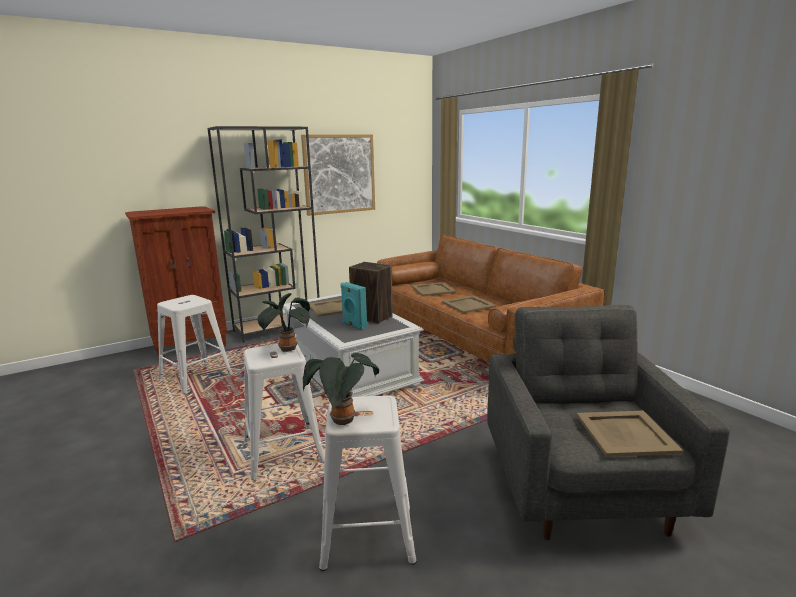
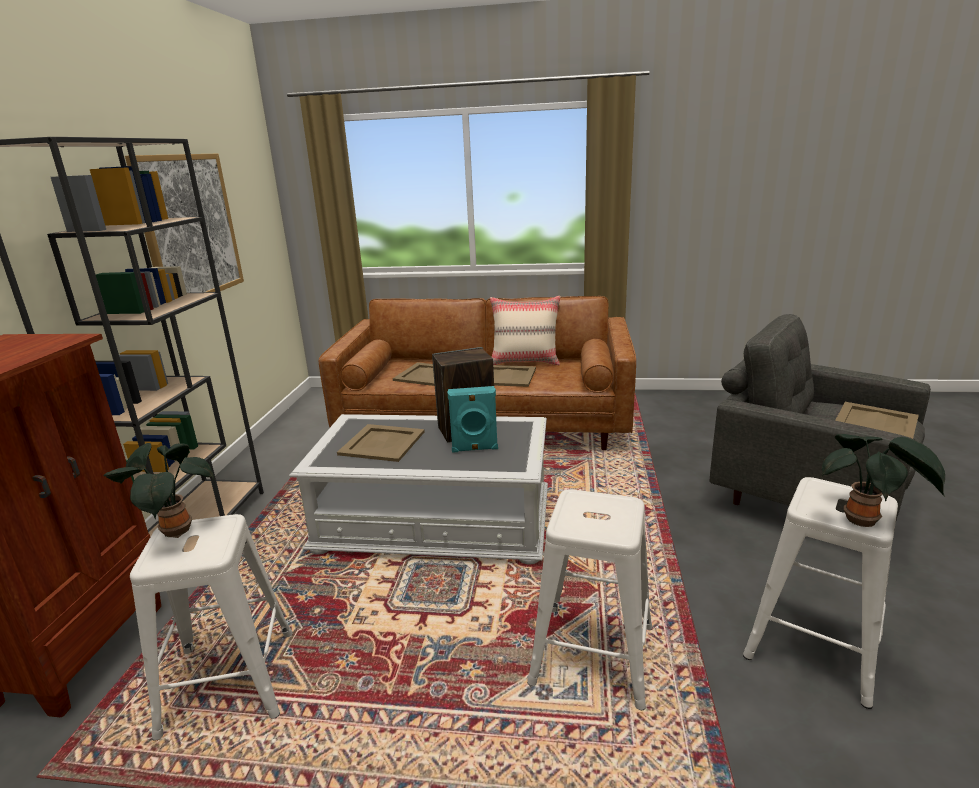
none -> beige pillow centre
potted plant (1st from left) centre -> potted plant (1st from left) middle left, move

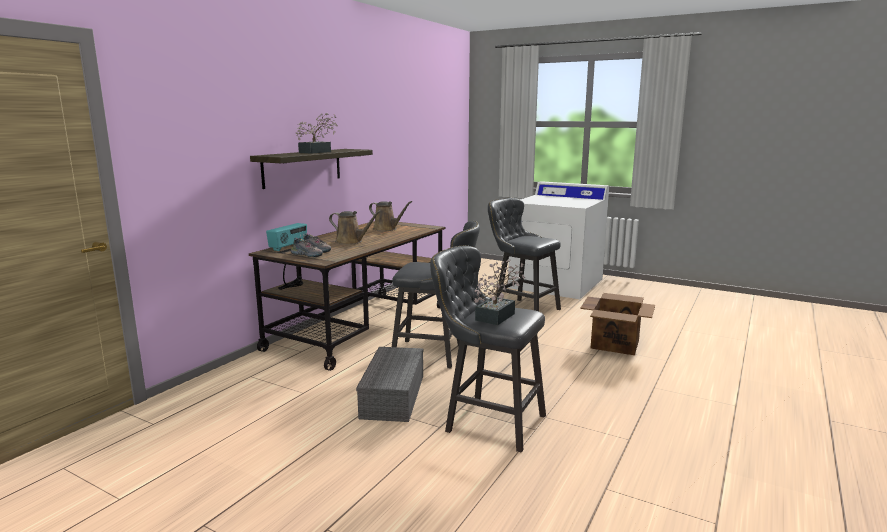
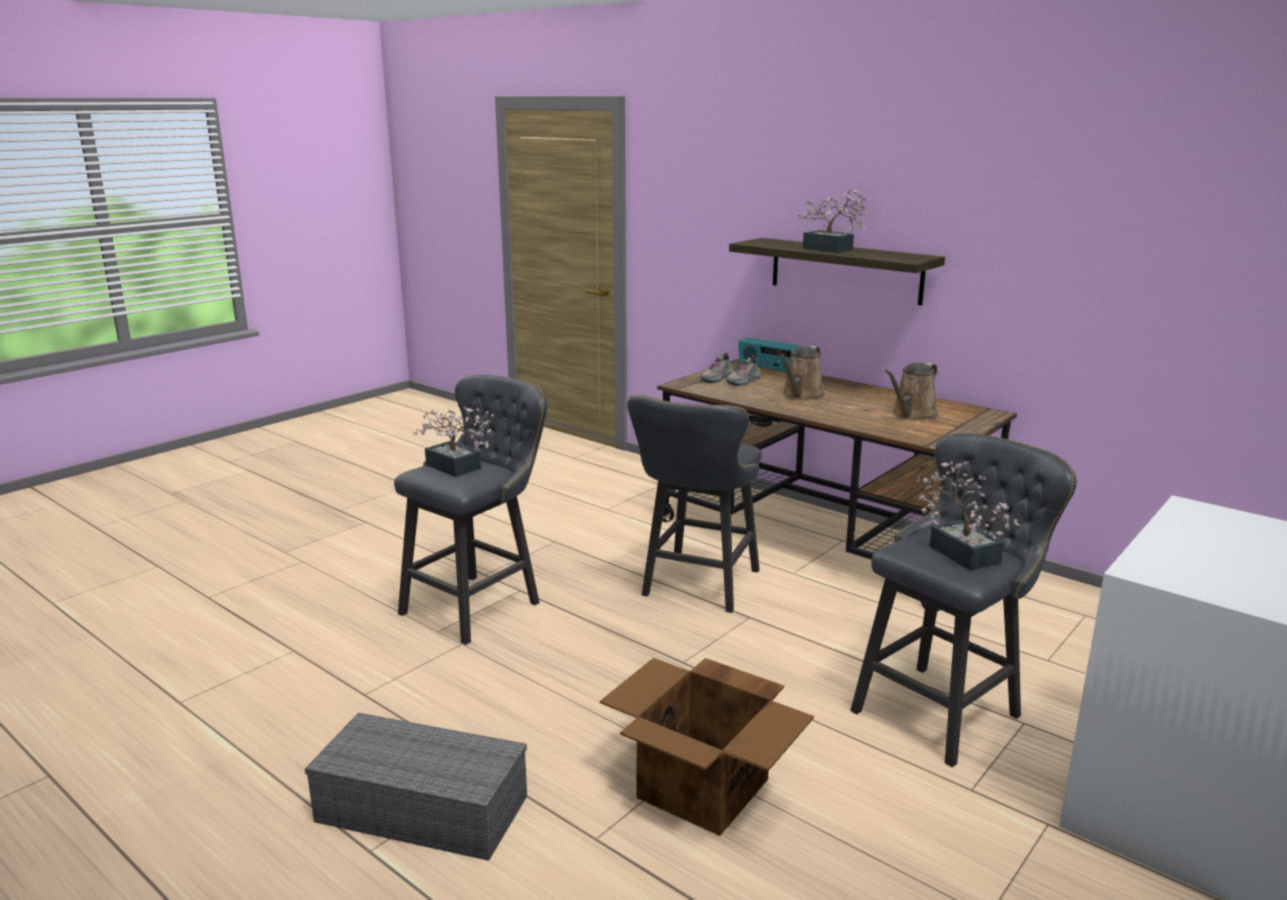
none -> potted plant (3rd from left) middle right
grey storage box bottom centre -> grey storage box bottom left, move

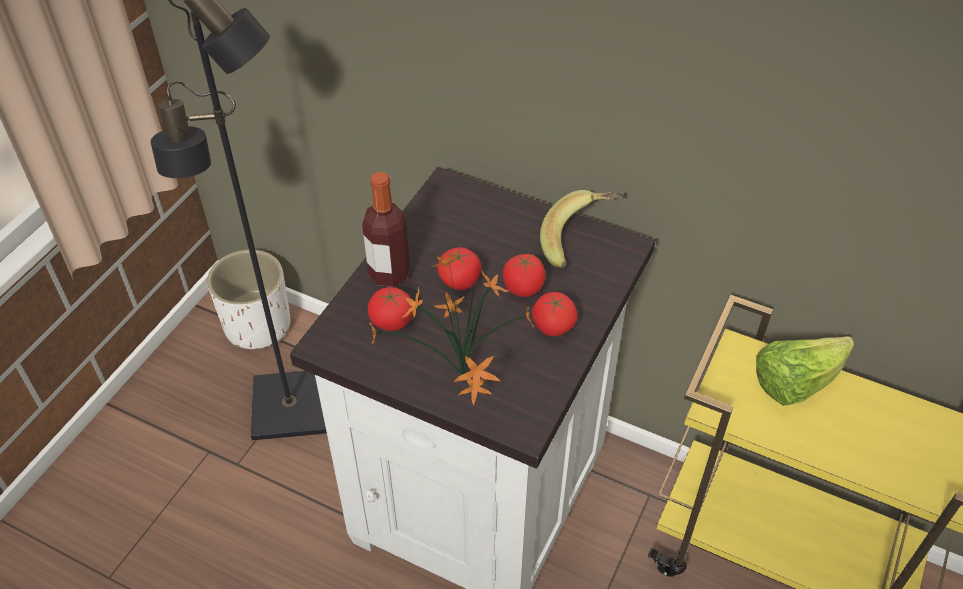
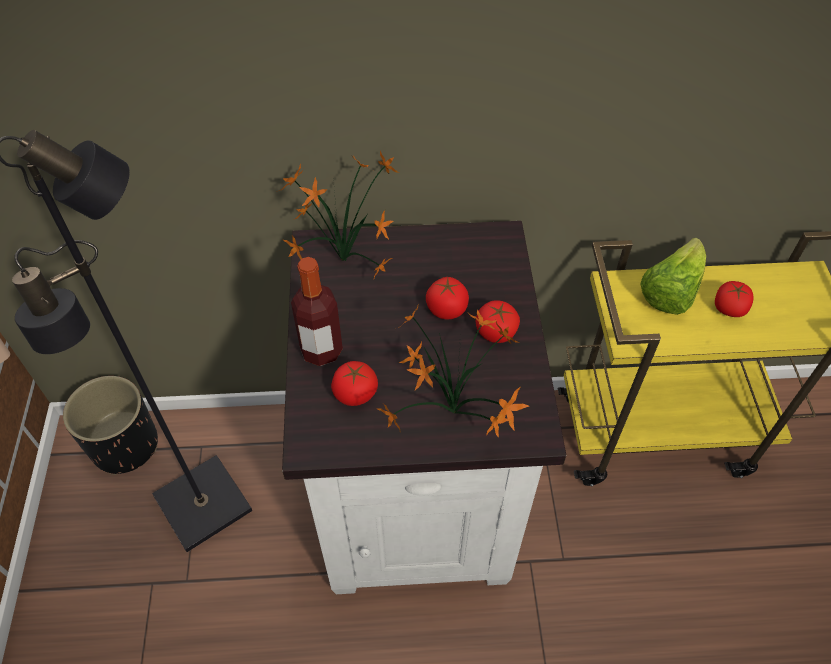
banana centre -> none
none -> potted plant (1st from left) top centre
tomato (2nd from left in the first image) centre -> tomato (4th from left) middle right, move
white planter middle left -> black planter middle left

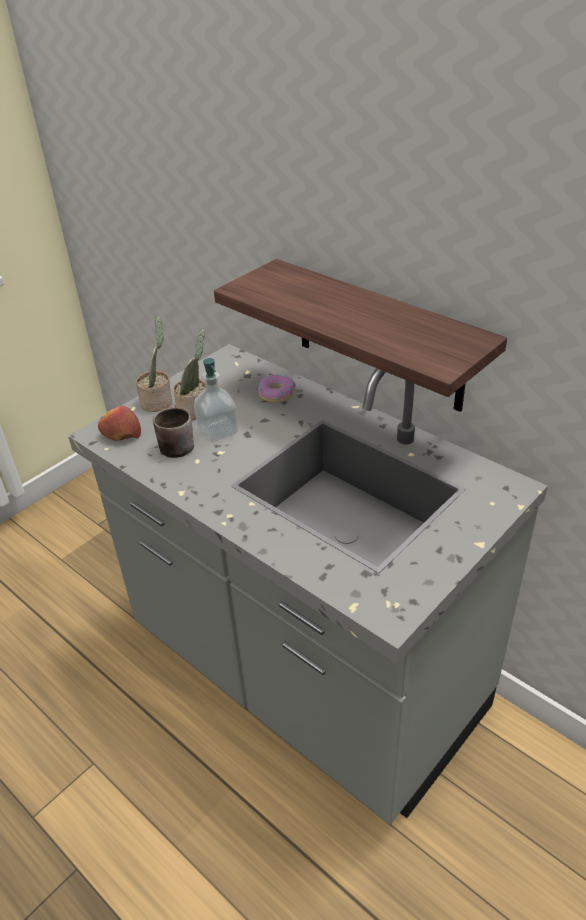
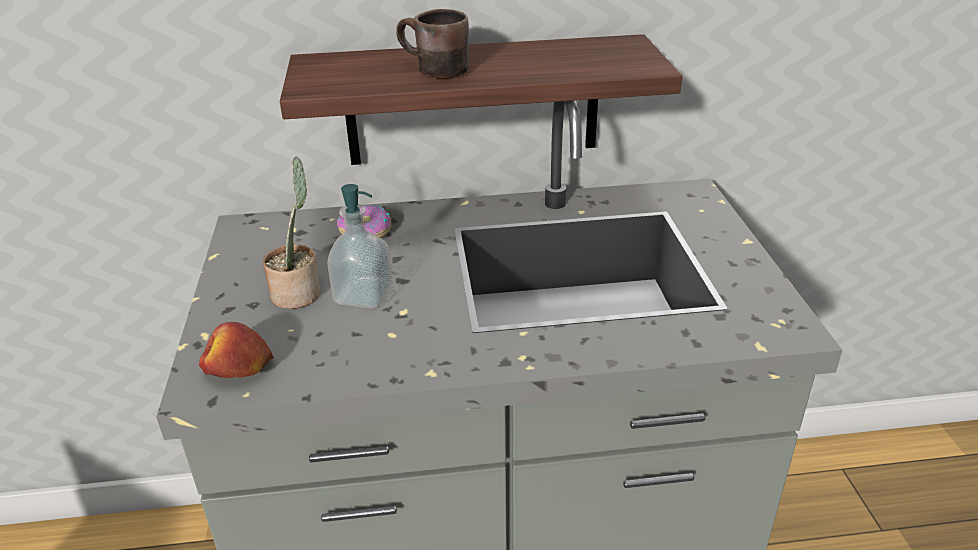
potted plant (1st from left) middle left -> none
brown mug middle left -> brown mug top centre, move

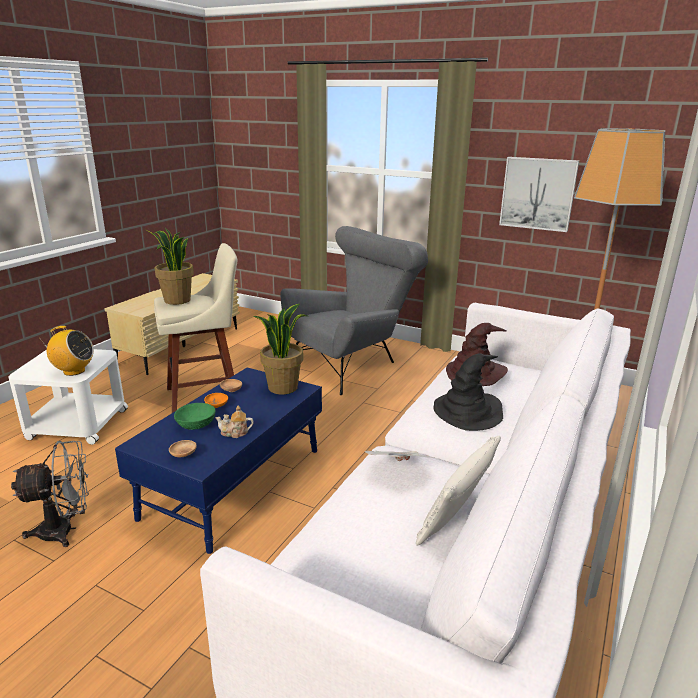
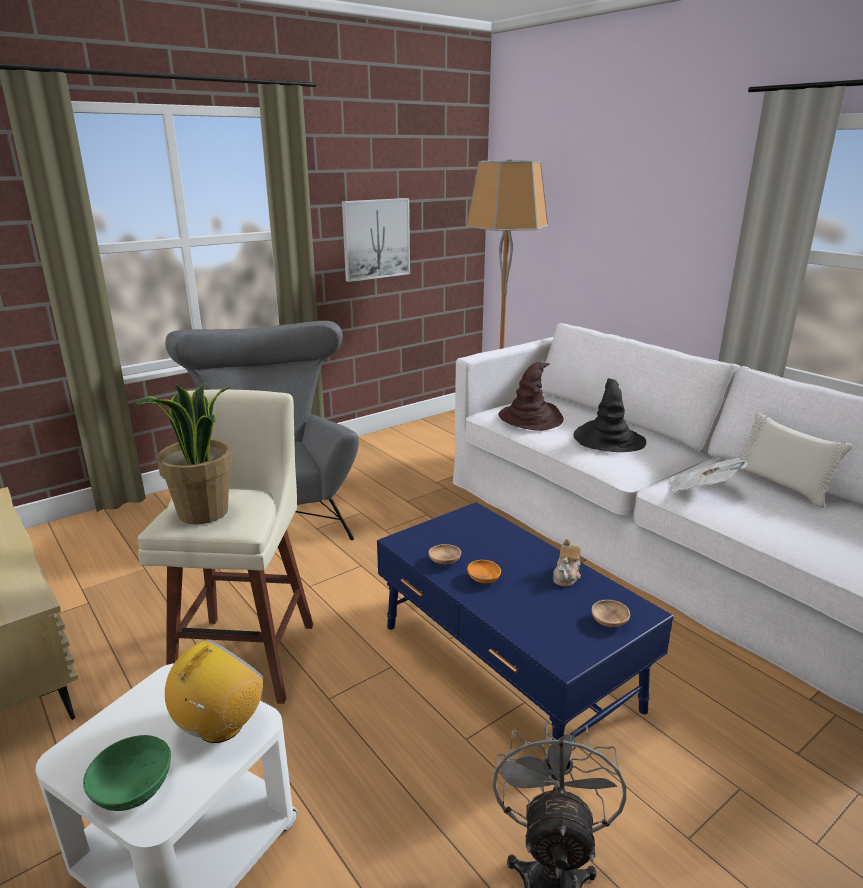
potted plant (2nd from left) centre -> none
green bowl middle left -> green bowl bottom left, move

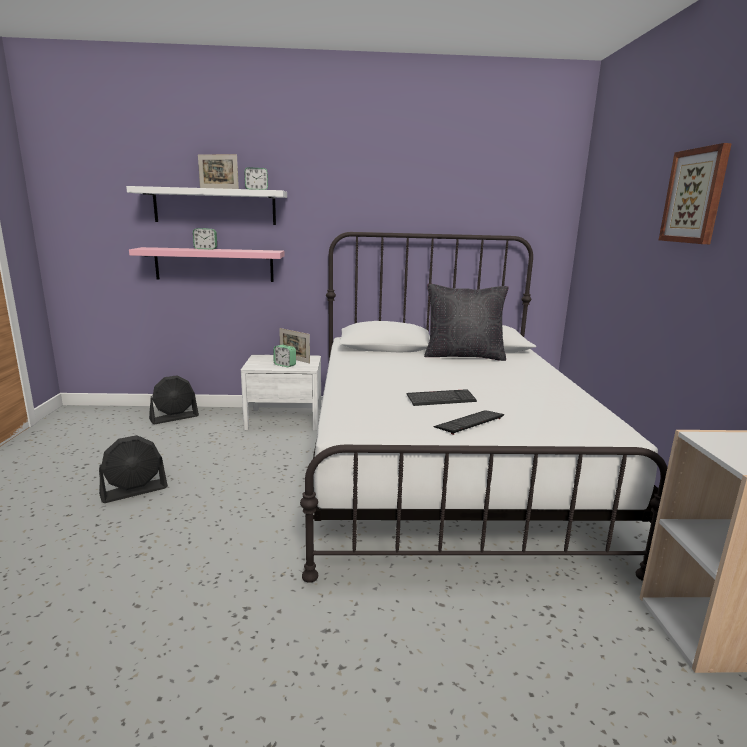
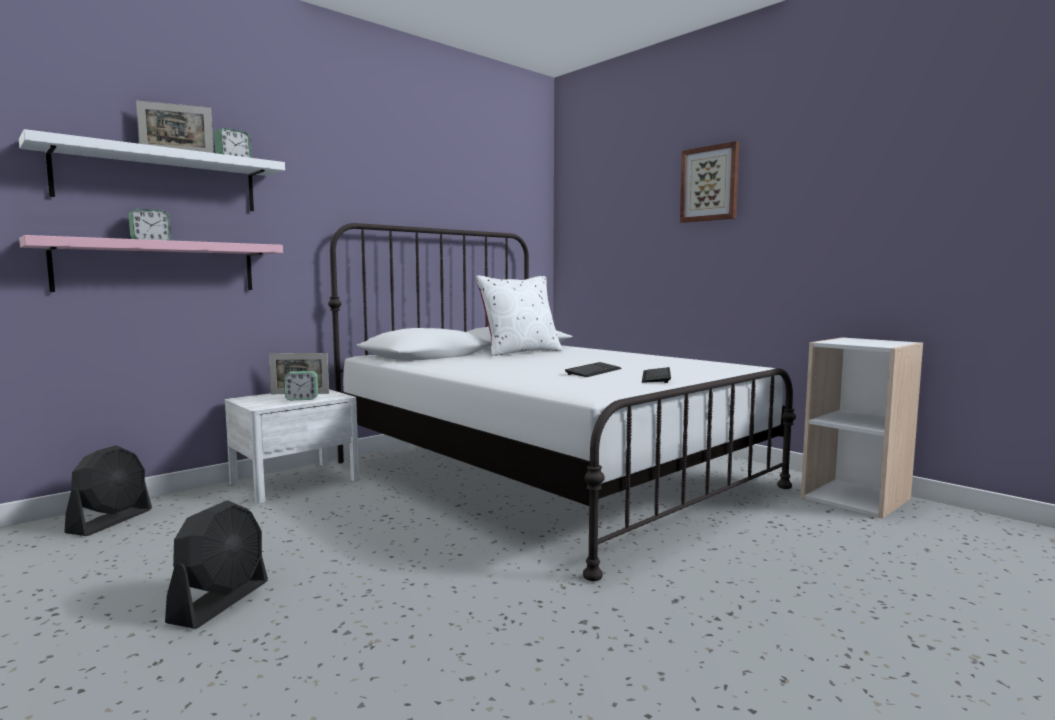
black pillow centre -> white pillow centre

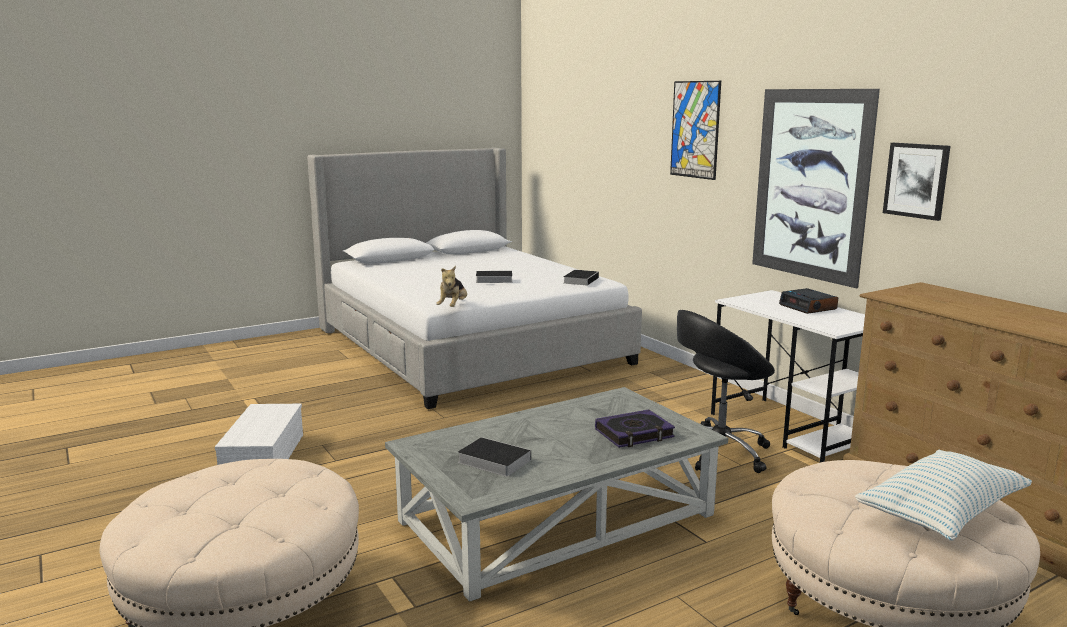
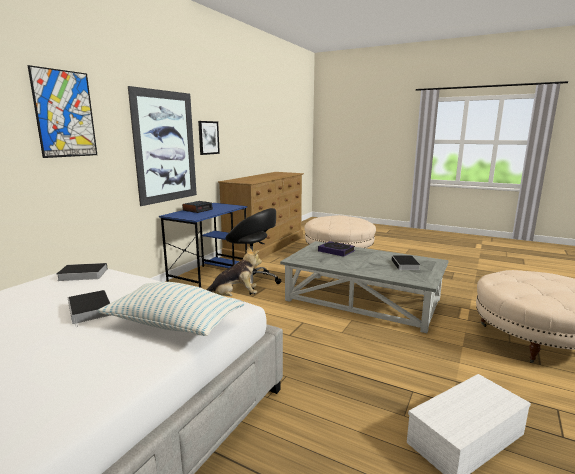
pillow bottom right -> pillow middle left, move
white desk middle right -> blue desk centre

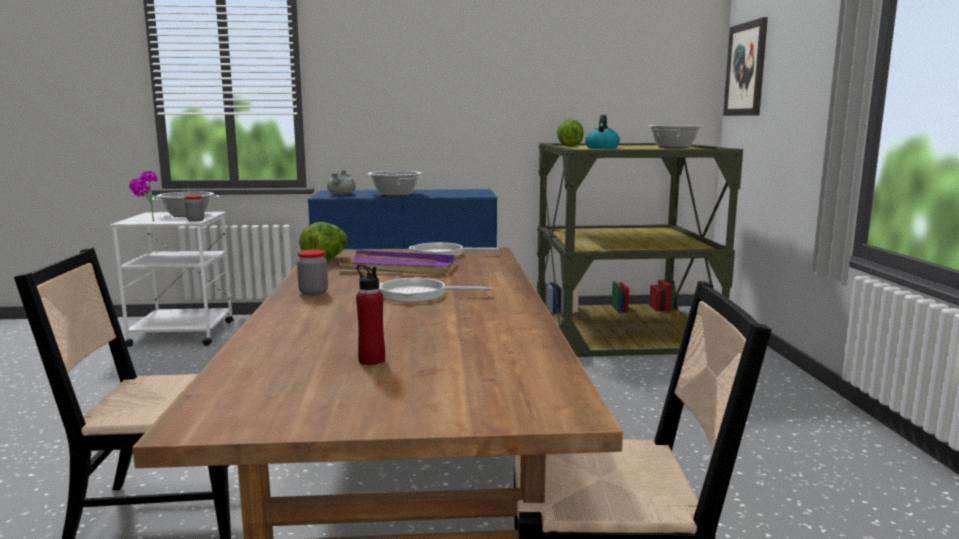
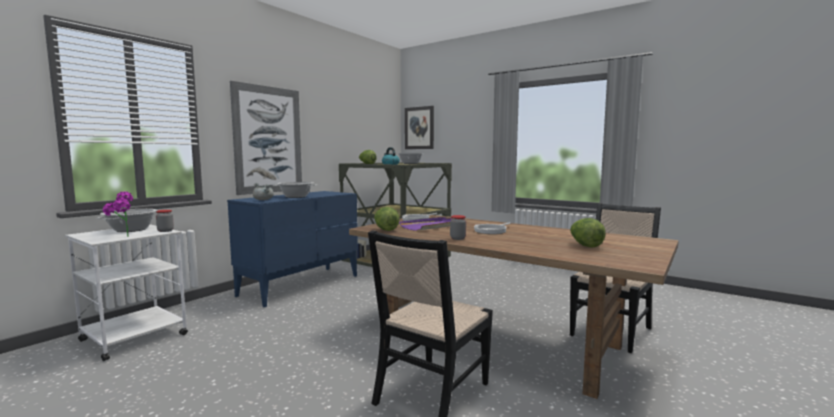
none -> picture (1st from left) top left
red bottle centre -> lettuce (3rd from left) middle right

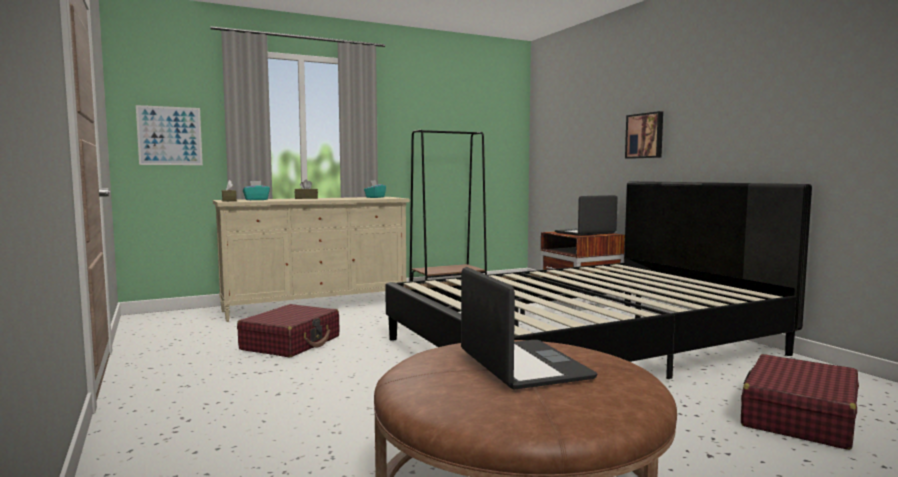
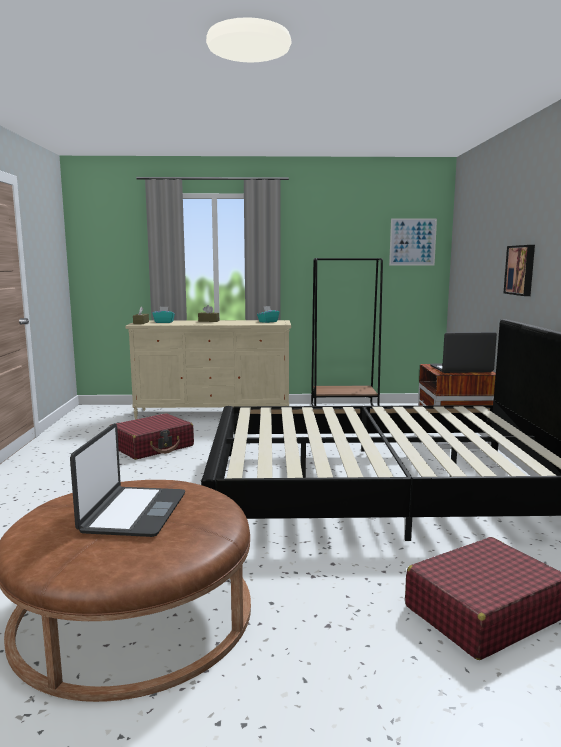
picture (1st from left) top left -> picture (1st from left) top right, move

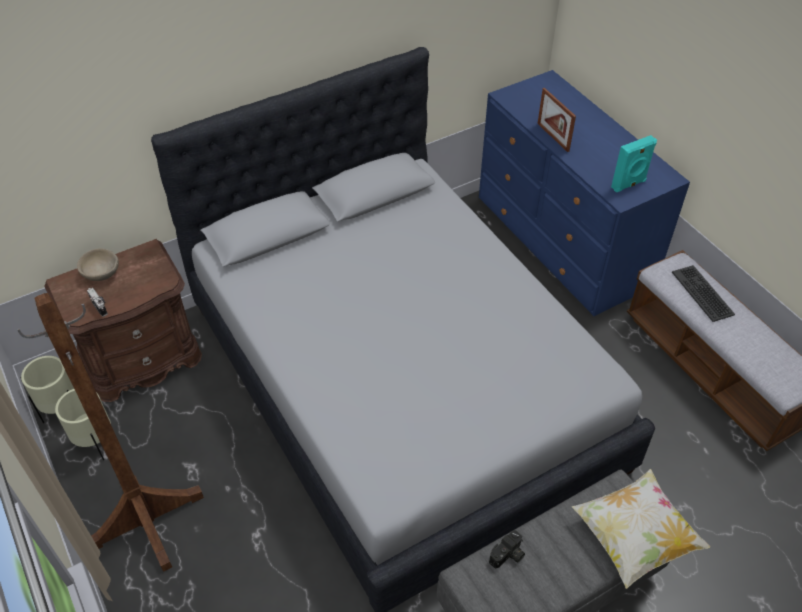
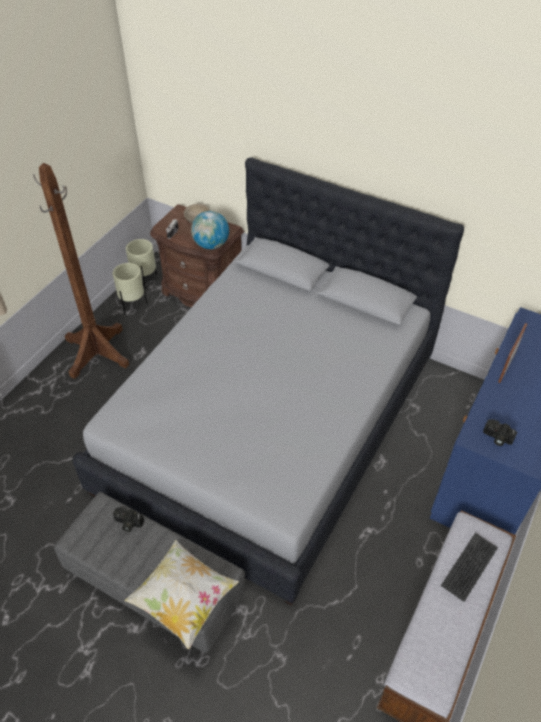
none -> globe top centre
turquoise speaker top right -> photo camera (3rd from left) middle right

